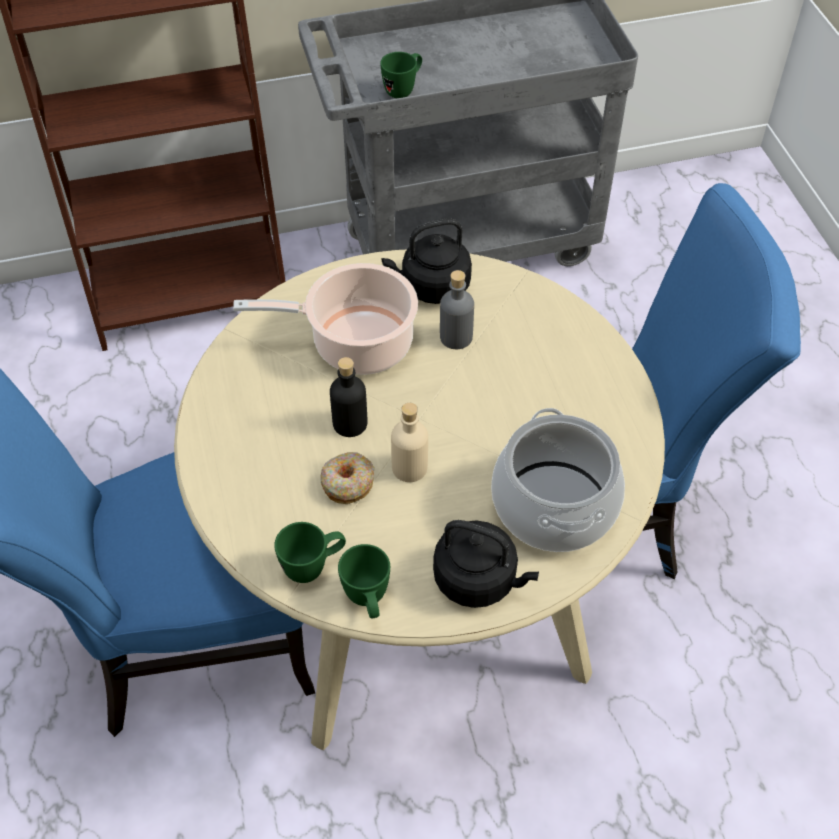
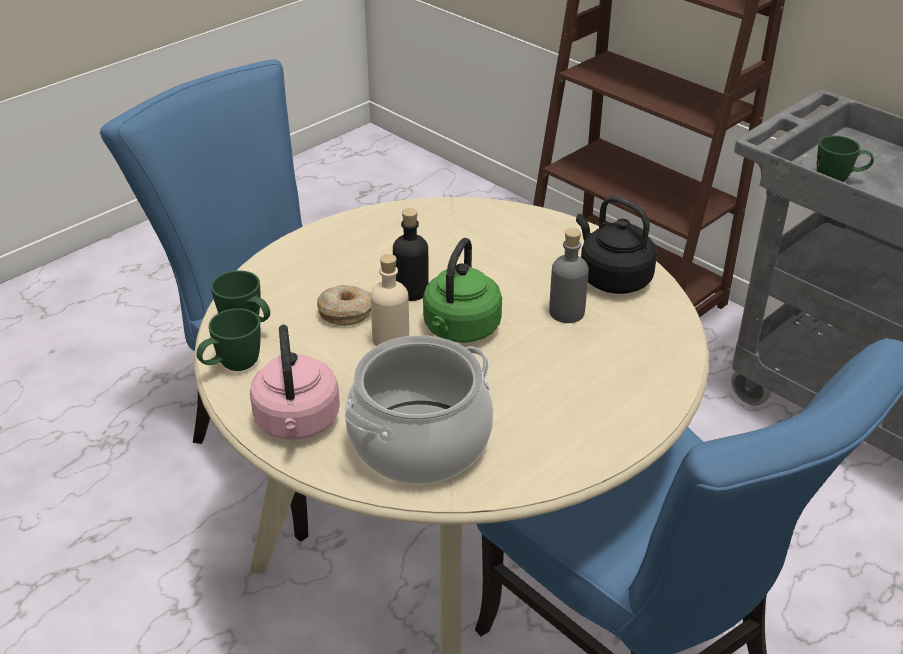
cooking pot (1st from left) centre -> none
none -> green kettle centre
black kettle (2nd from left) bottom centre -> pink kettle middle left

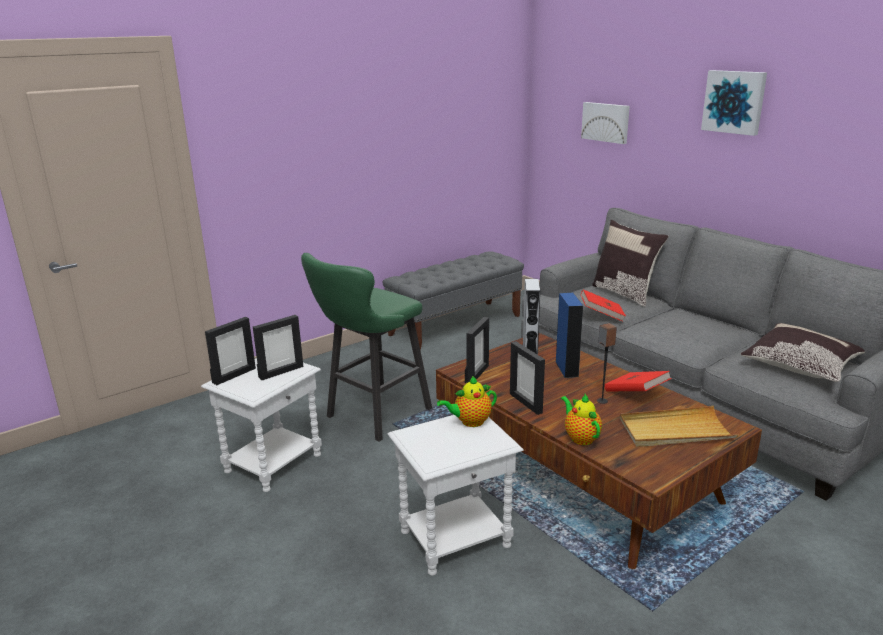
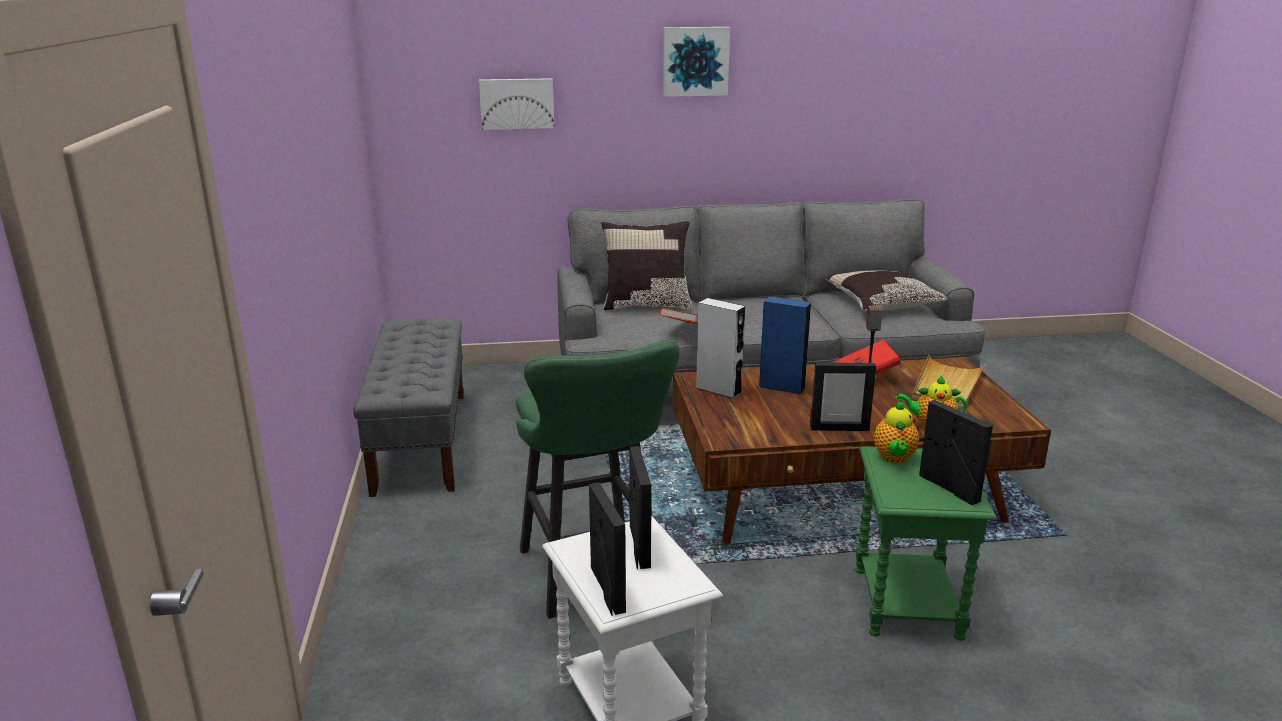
picture frame (3rd from left in the first image) centre -> picture frame (4th from left) middle right, move
white side table (2nd from left) bottom centre -> green side table bottom right

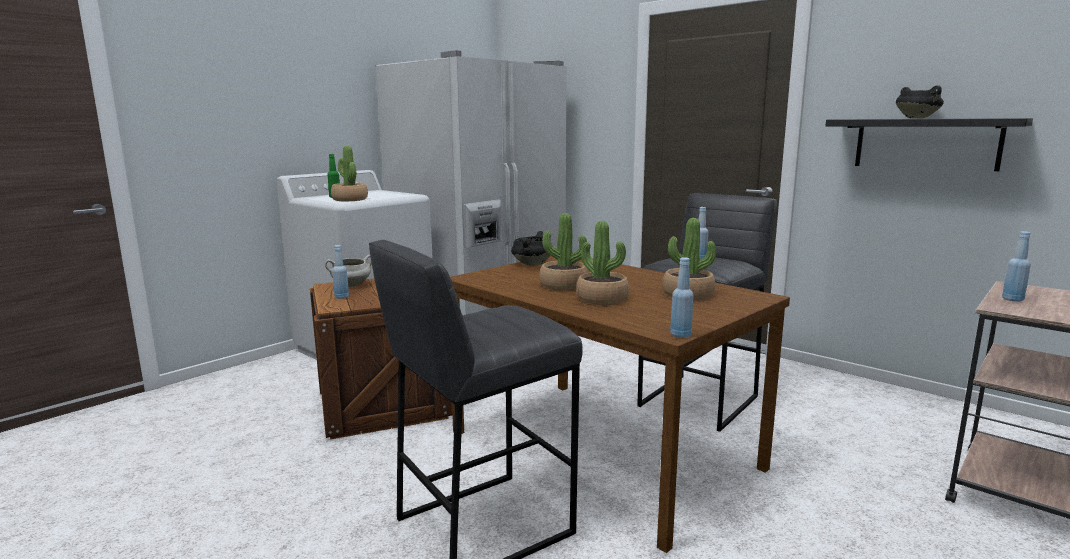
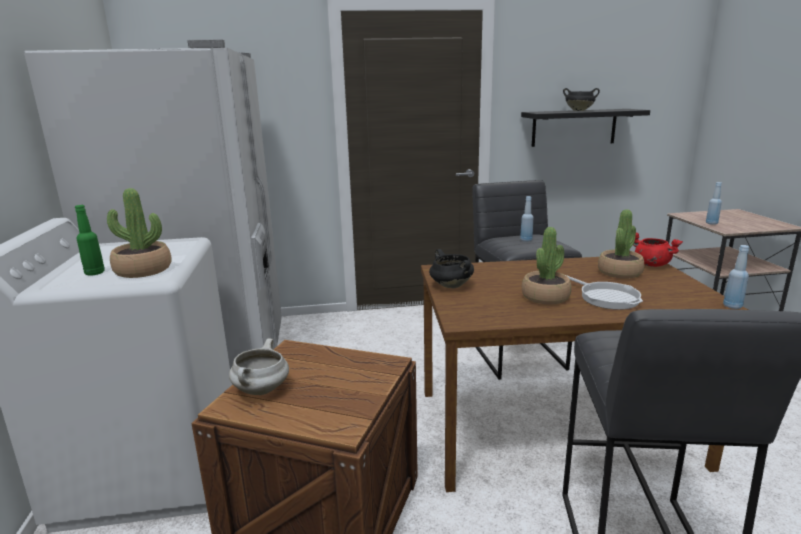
blue bottle (1st from left) middle left -> none
none -> red cooking pot middle right
potted plant (3rd from left) centre -> frying pan middle right

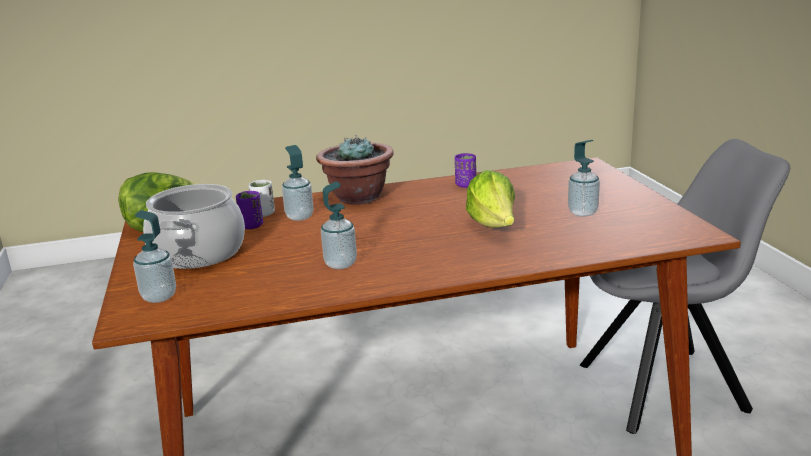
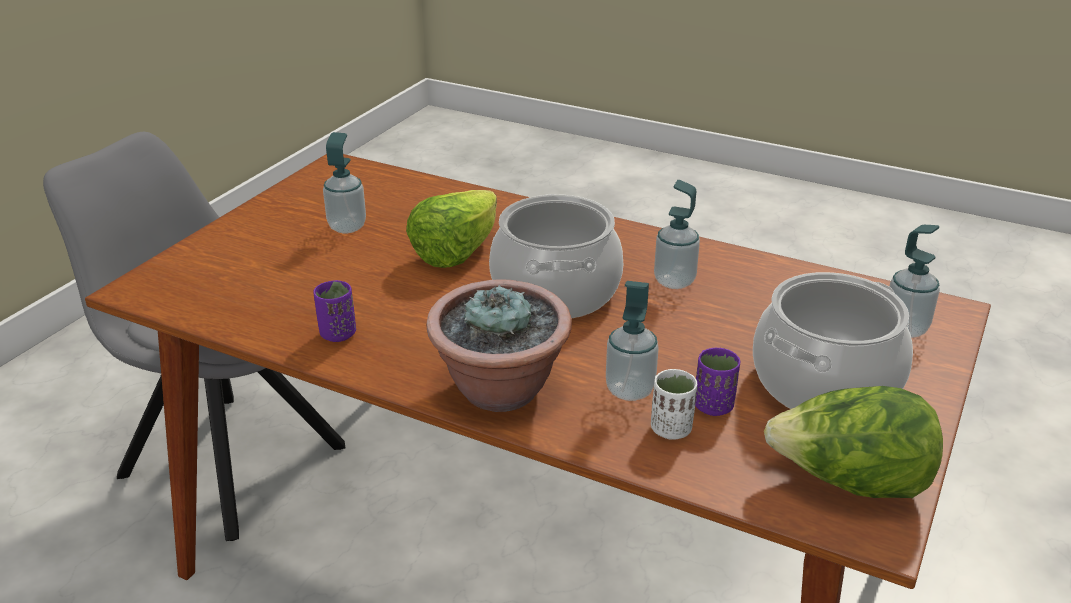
none -> cooking pot (1st from left) centre

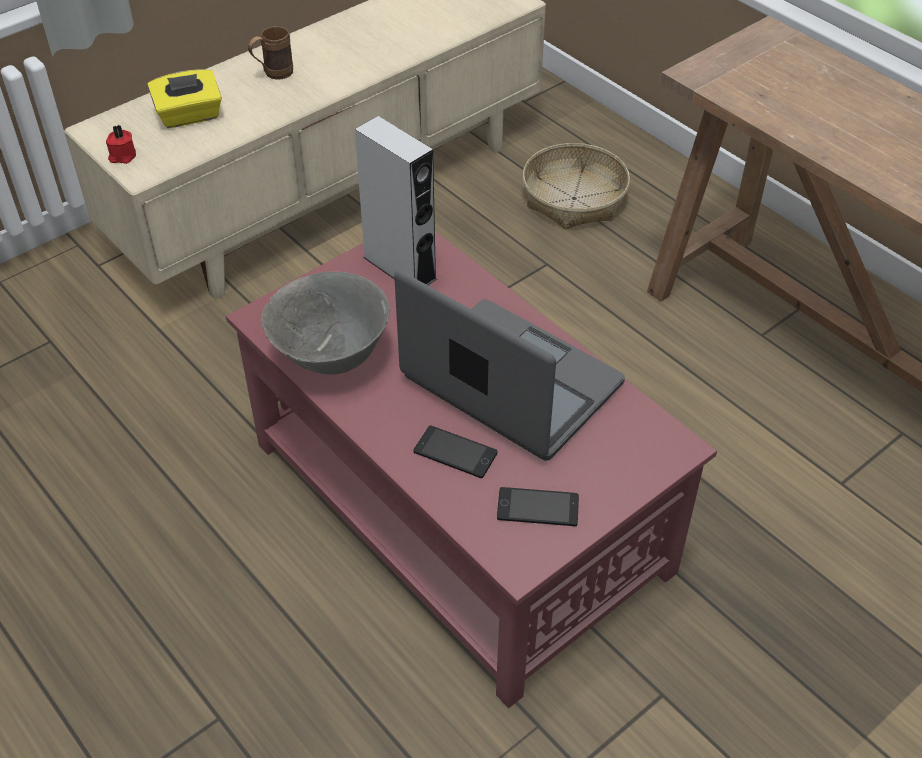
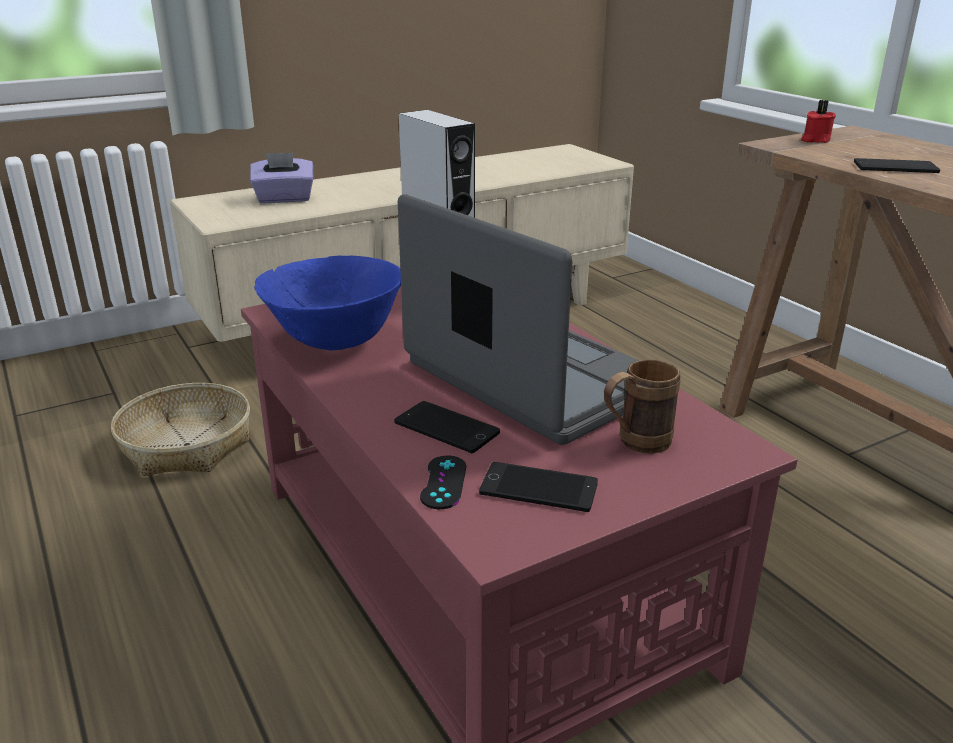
none -> black game controller centre
none -> phone (3rd from left) top right
red candle top left -> red candle top right, move
brown mug top left -> brown mug middle right, move
basket top centre -> basket middle left, move
yellow tissue box top left -> purple tissue box top left
grey bowl centre -> blue bowl centre

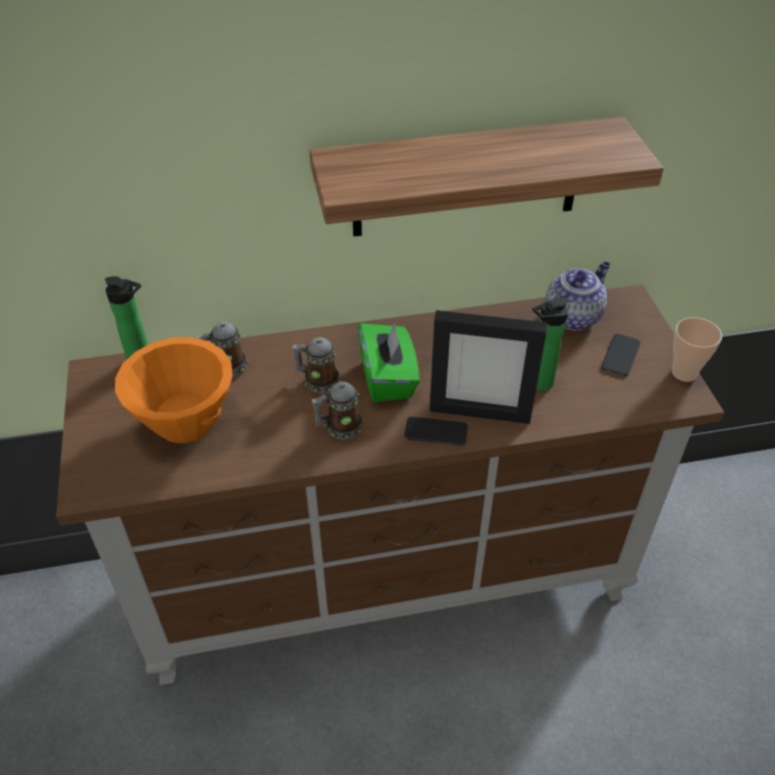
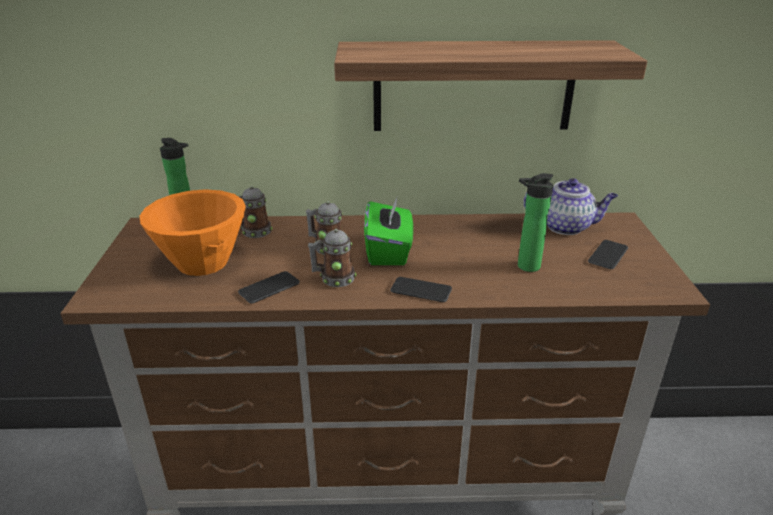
picture frame centre -> none
cup middle right -> none
none -> phone (1st from left) centre
teapot middle right, 45 degrees clockwise

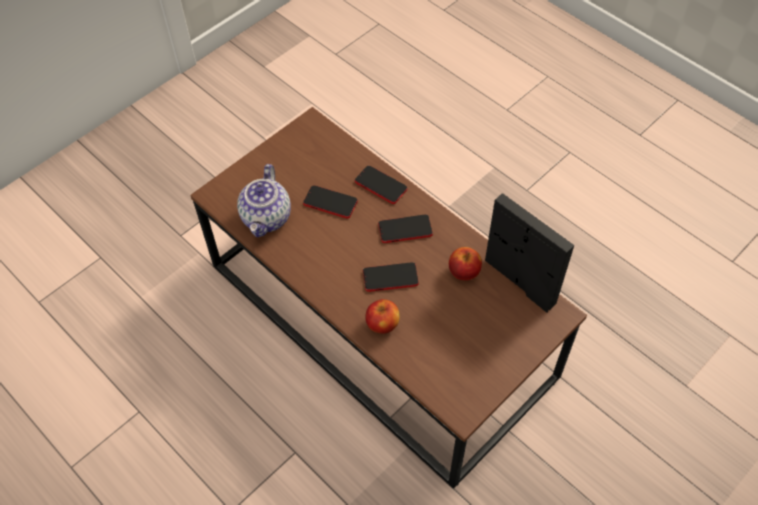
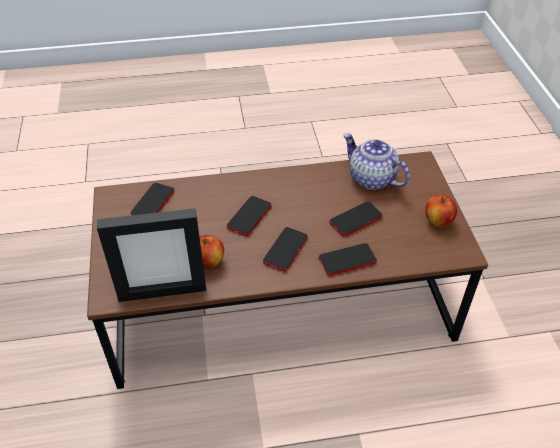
none -> phone (1st from left) middle left
apple (1st from left in the first image) centre -> apple (2nd from left) middle right, move

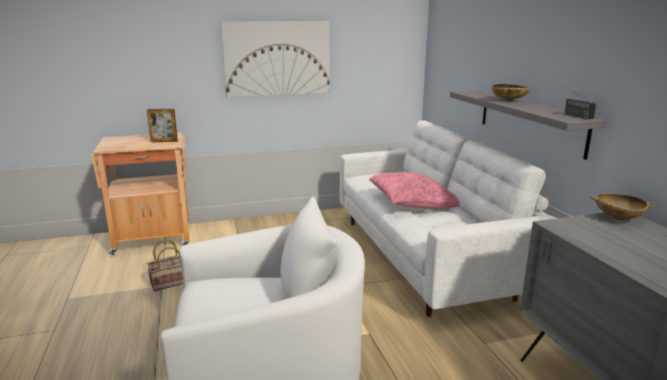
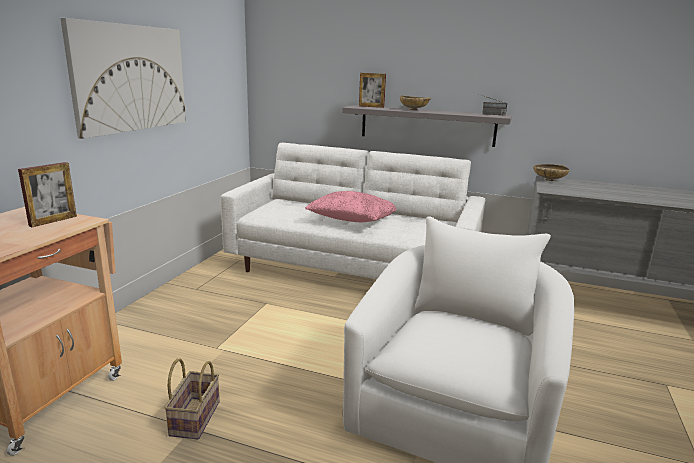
none -> picture frame (2nd from left) top centre

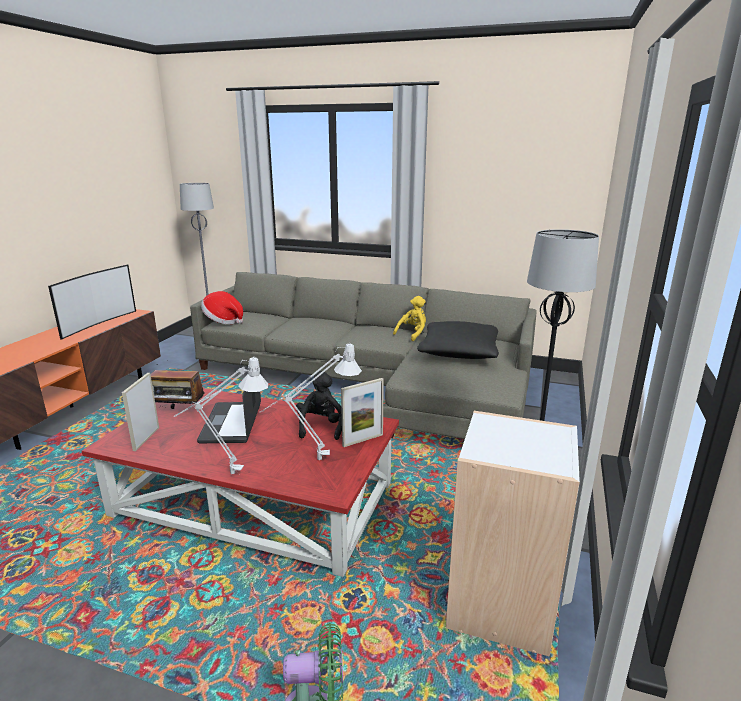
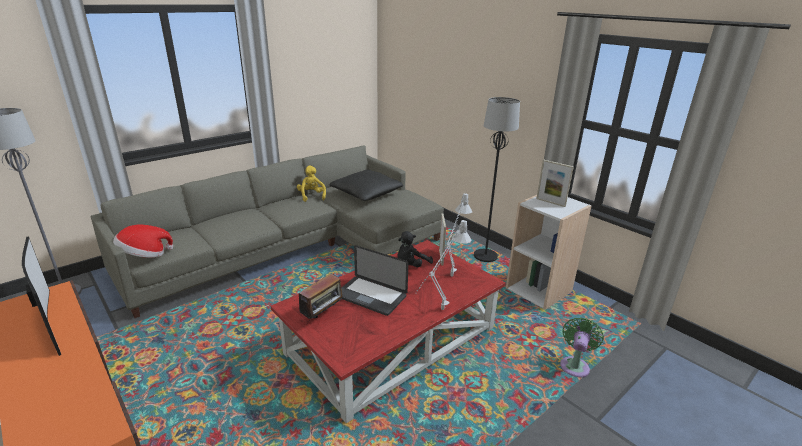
picture frame (1st from left in the first image) middle left -> picture frame (2nd from left) middle right, move
black plush toy centre, 75 degrees counterclockwise

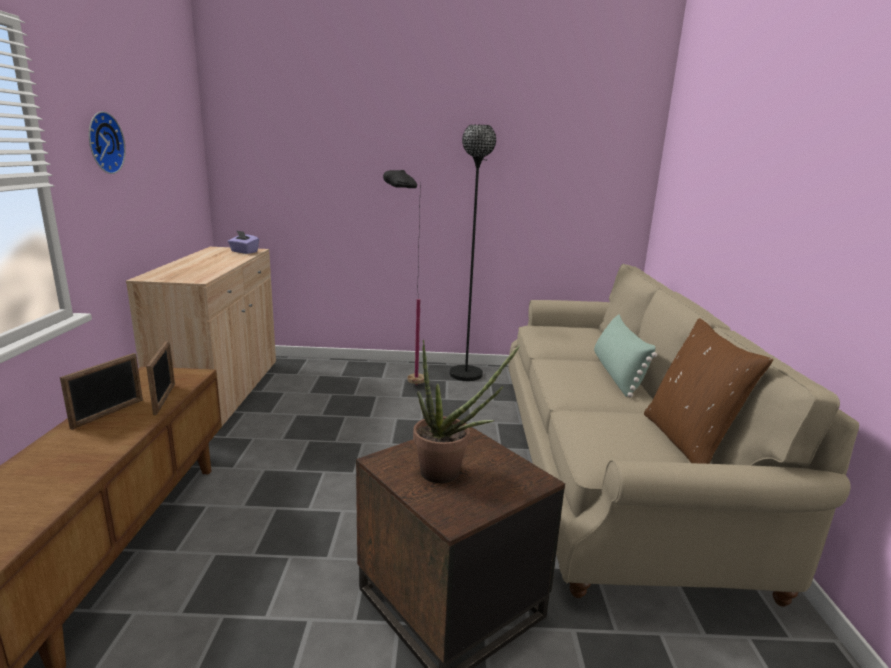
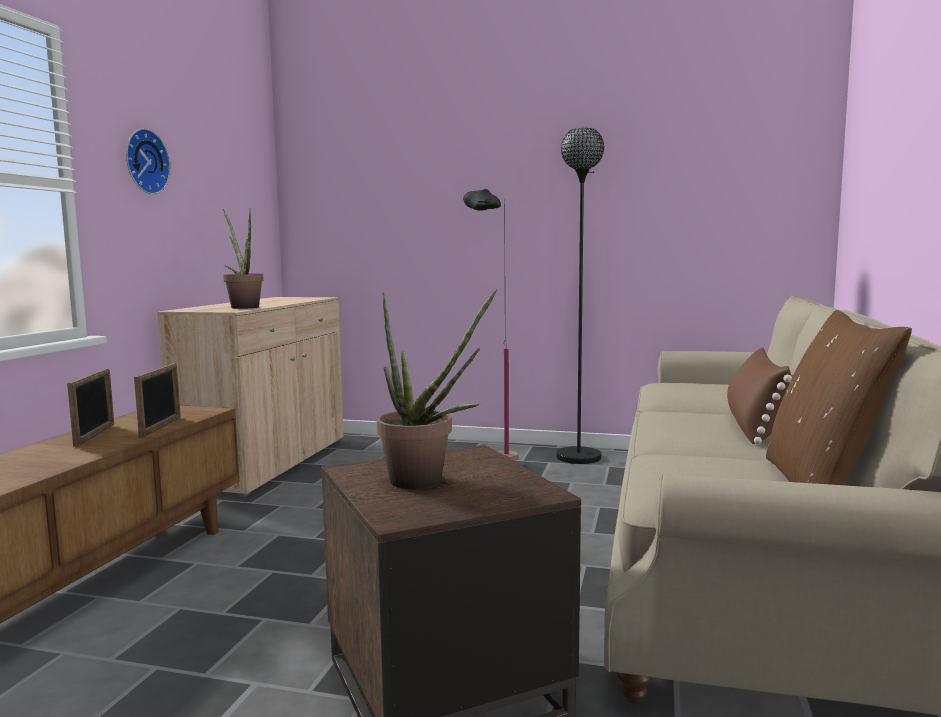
purple tissue box middle left -> none
none -> potted plant (1st from left) middle left
green pillow middle right -> brown pillow (1st from left) middle right
picture frame (1st from left) middle left, 45 degrees counterclockwise

